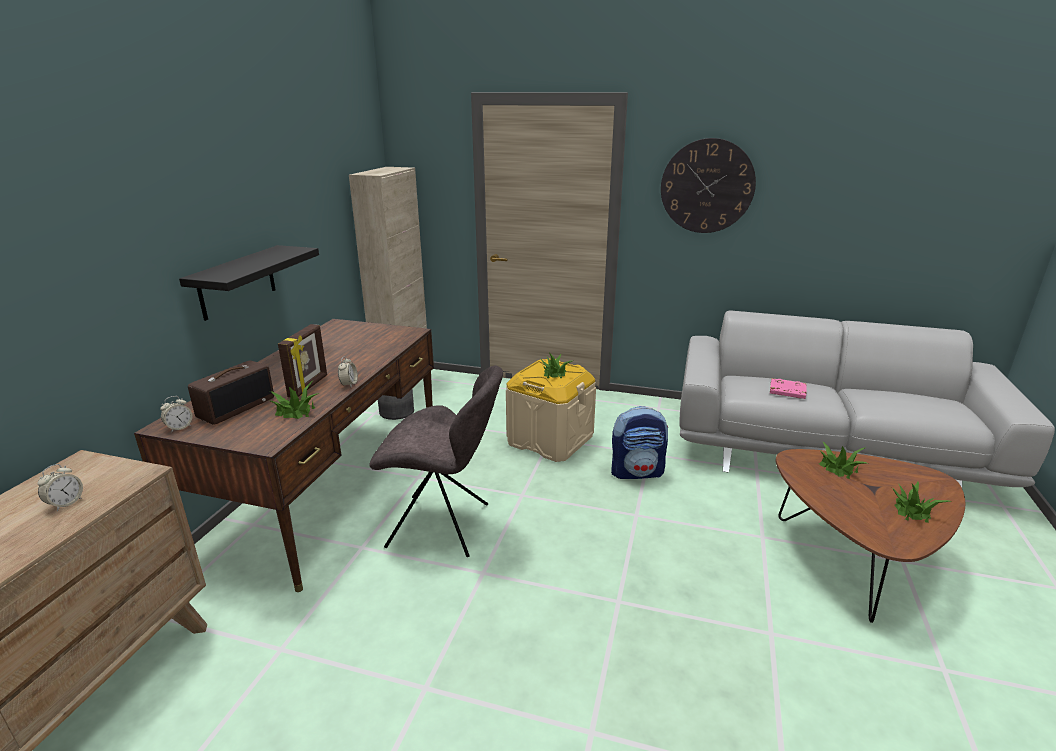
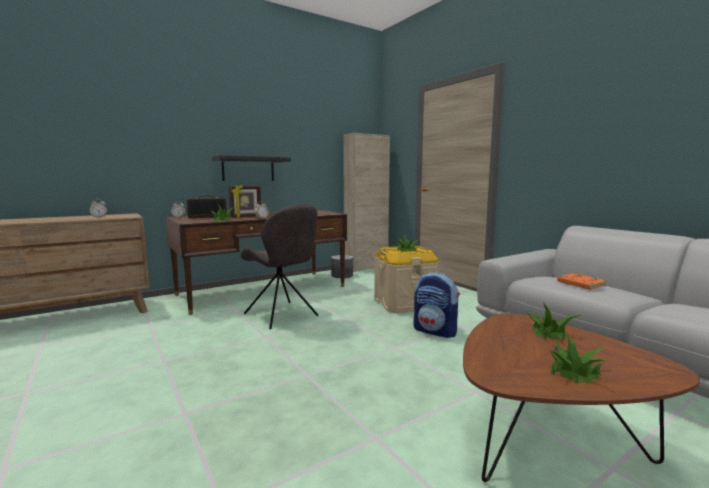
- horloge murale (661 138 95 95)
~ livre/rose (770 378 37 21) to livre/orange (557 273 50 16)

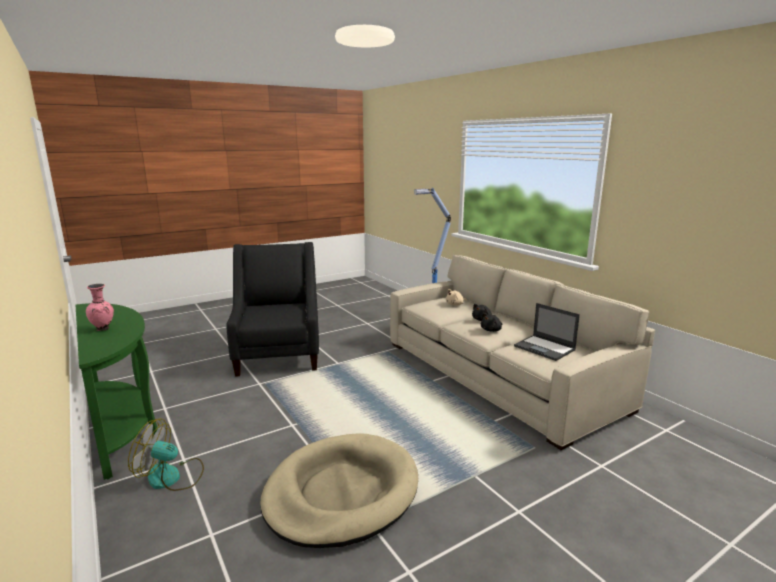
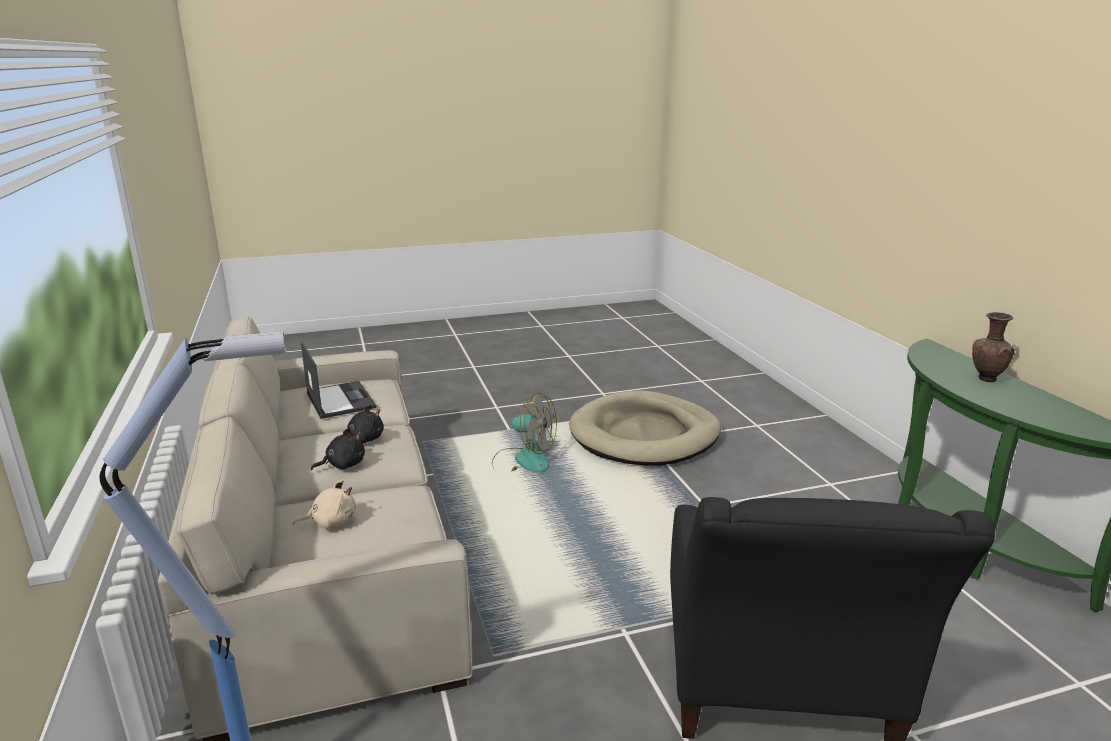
~ vase/rose (86 284 28 47) to vase/marron (972 312 42 70)
~ ventilateur (128 418 76 73) to (492 392 65 81)

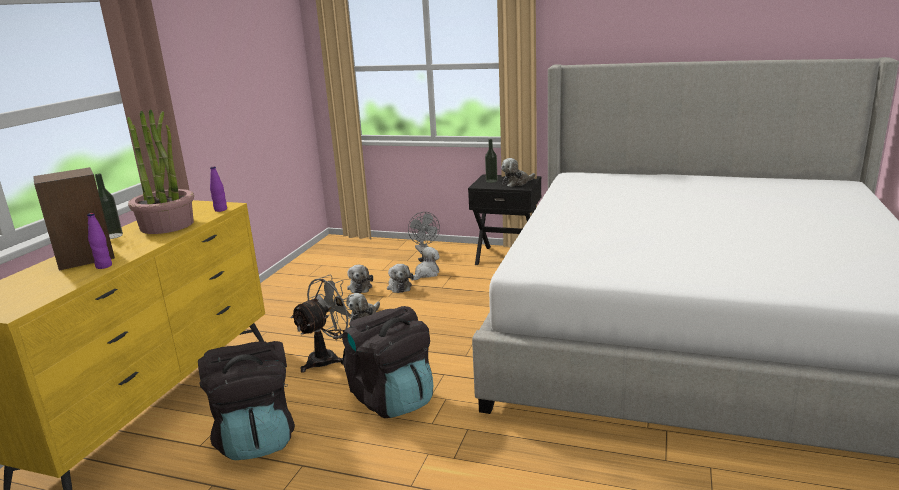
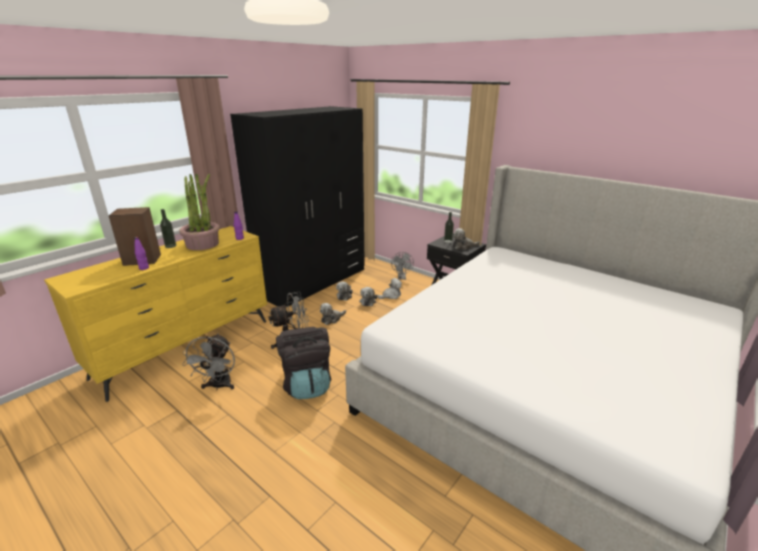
~ sac à dos/noir (198 341 97 119) to ventilateur/gris (182 334 53 57)
+ armoire/noir (230 106 135 202)

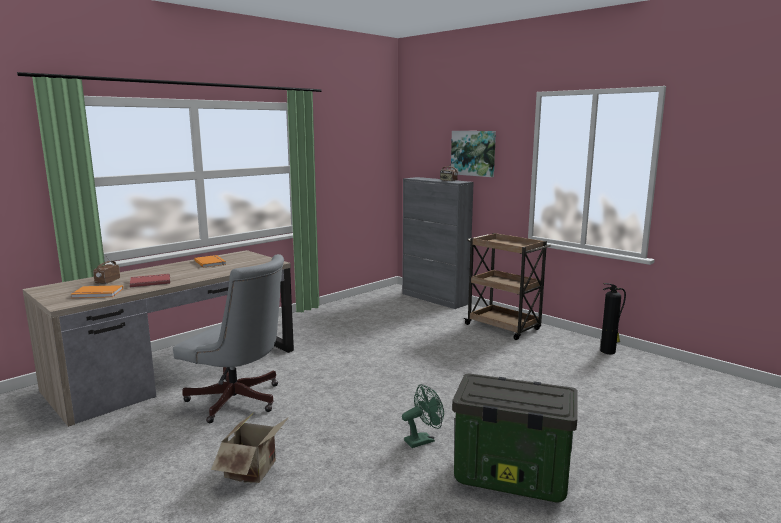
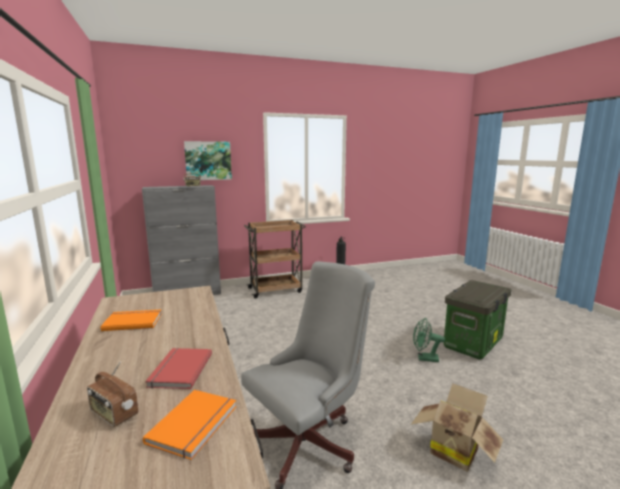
~ ventilateur/vert (402 384 42 64) = (413 318 32 44) 75 degrees counterclockwise

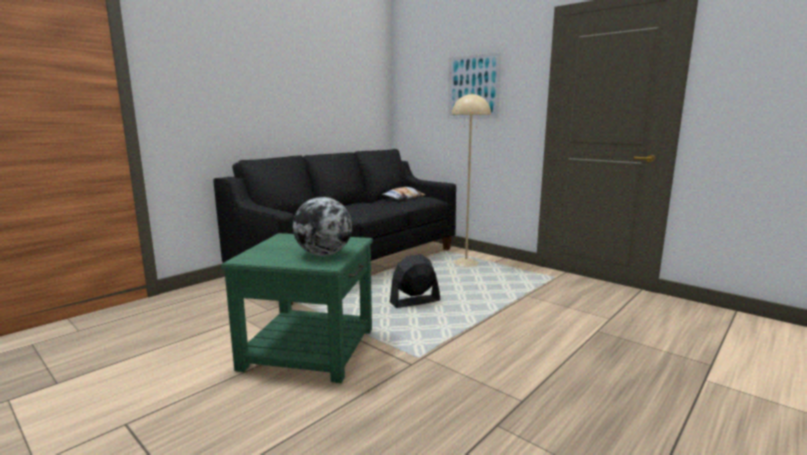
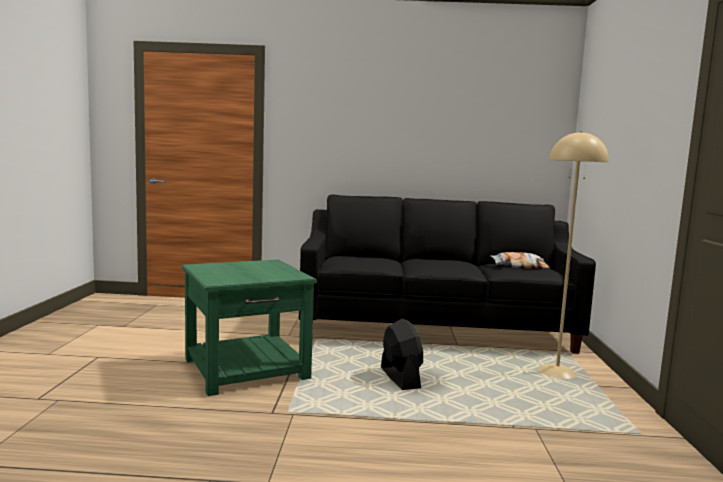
- tableau (447 52 54 67)
- globe (293 197 59 59)
~ ventilateur/noir (390 254 51 54) = (381 319 42 71) 45 degrees clockwise

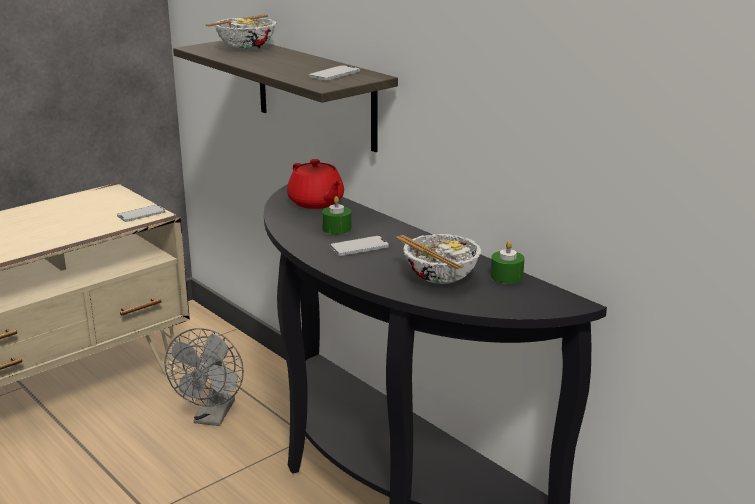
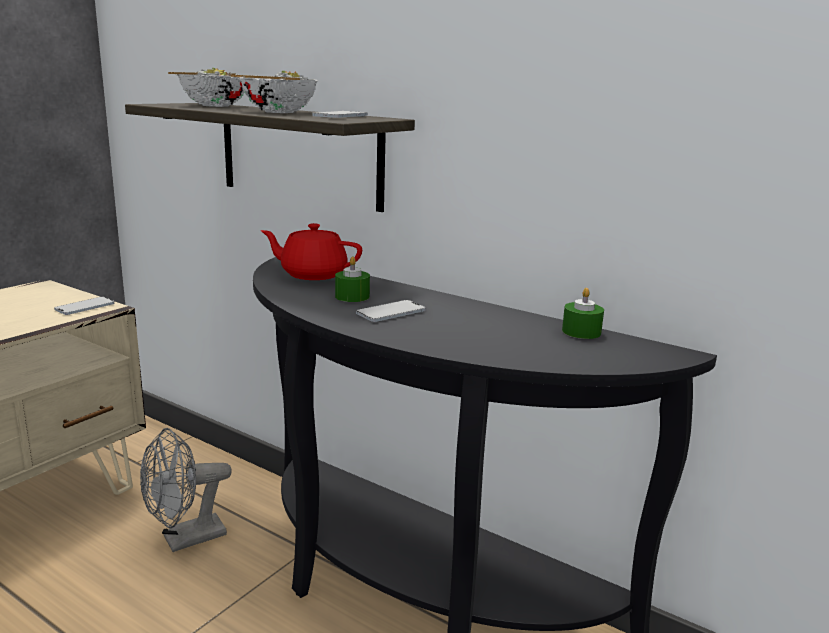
~ théière/rouge (287 159 57 50) = (261 223 101 57) 150 degrees clockwise
~ bol (395 234 86 50) to (230 71 88 42)
~ ventilateur/gris (164 328 80 98) = (140 428 92 124) 60 degrees clockwise

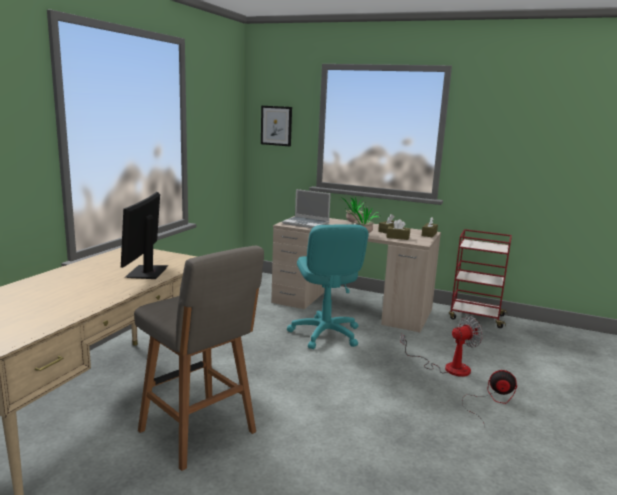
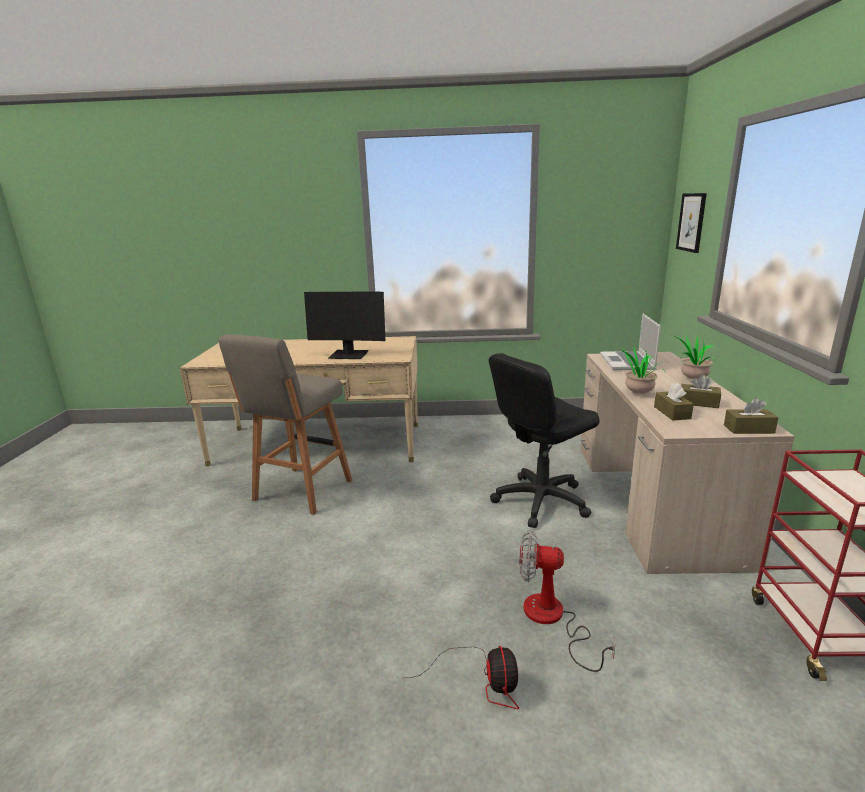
~ écran d'ordinateur (121 192 47 87) = (304 292 81 67) 150 degrees counterclockwise
~ chaise de bureau/turquoise (287 224 81 125) to chaise de bureau/noir (489 353 111 175)
~ ventilateur (401 316 82 61) = (520 530 95 142) 150 degrees clockwise

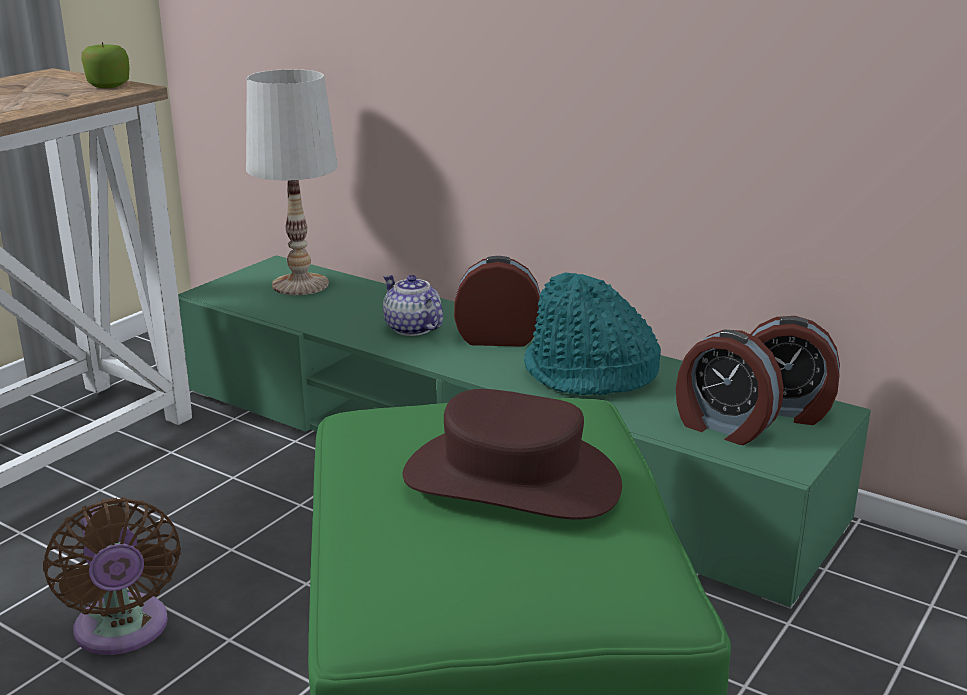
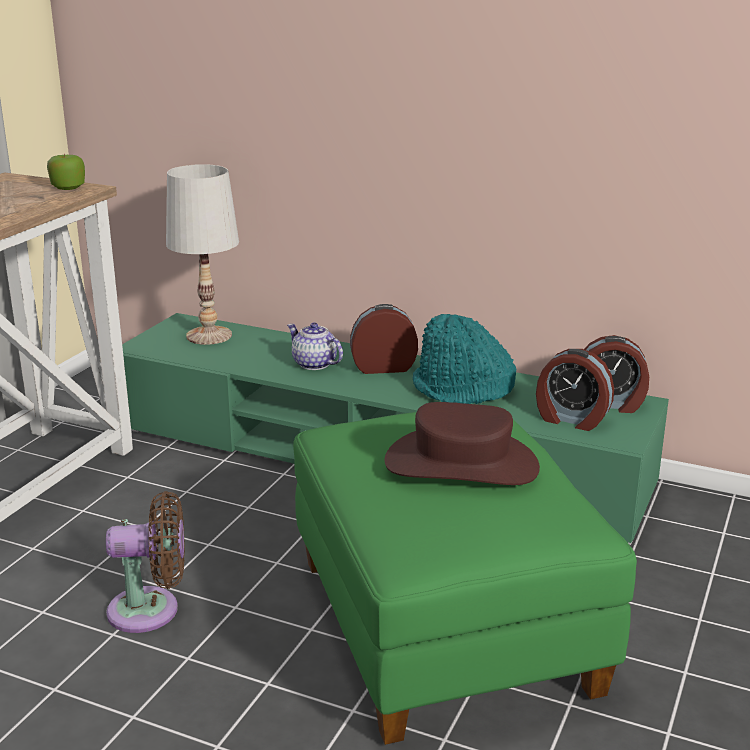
~ ventilateur/marron (43 497 138 158) = (106 491 79 142) 60 degrees counterclockwise

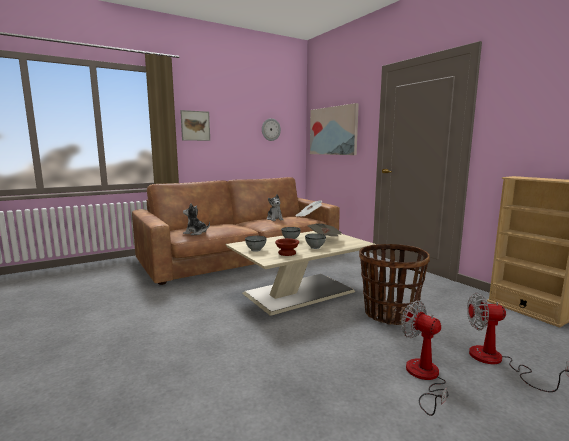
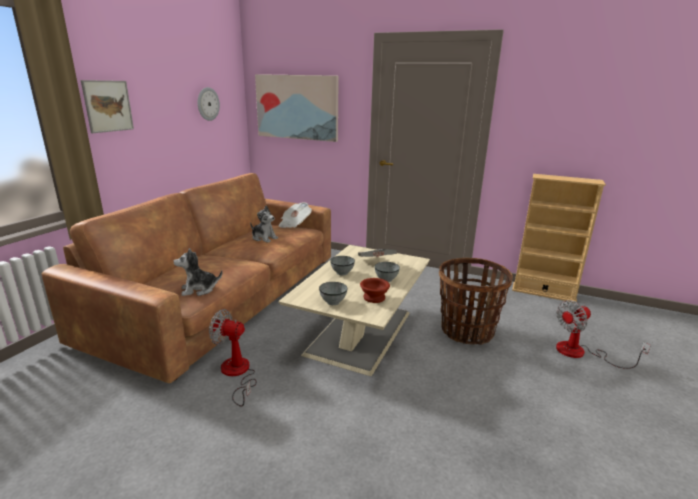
~ ventilateur (401 301 47 115) to (209 309 48 98)

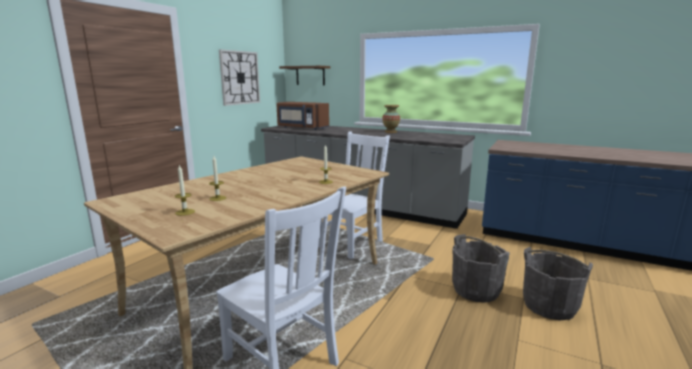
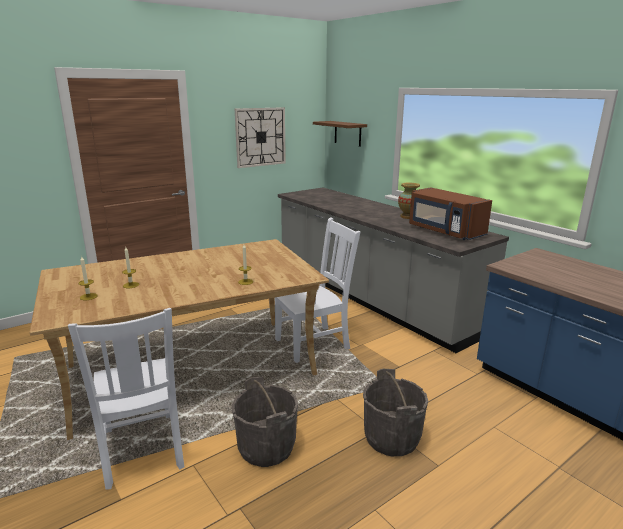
~ micro-ondes/marron (276 102 53 28) to (409 187 83 53)
~ seau/gris (523 247 70 73) to (232 376 66 91)

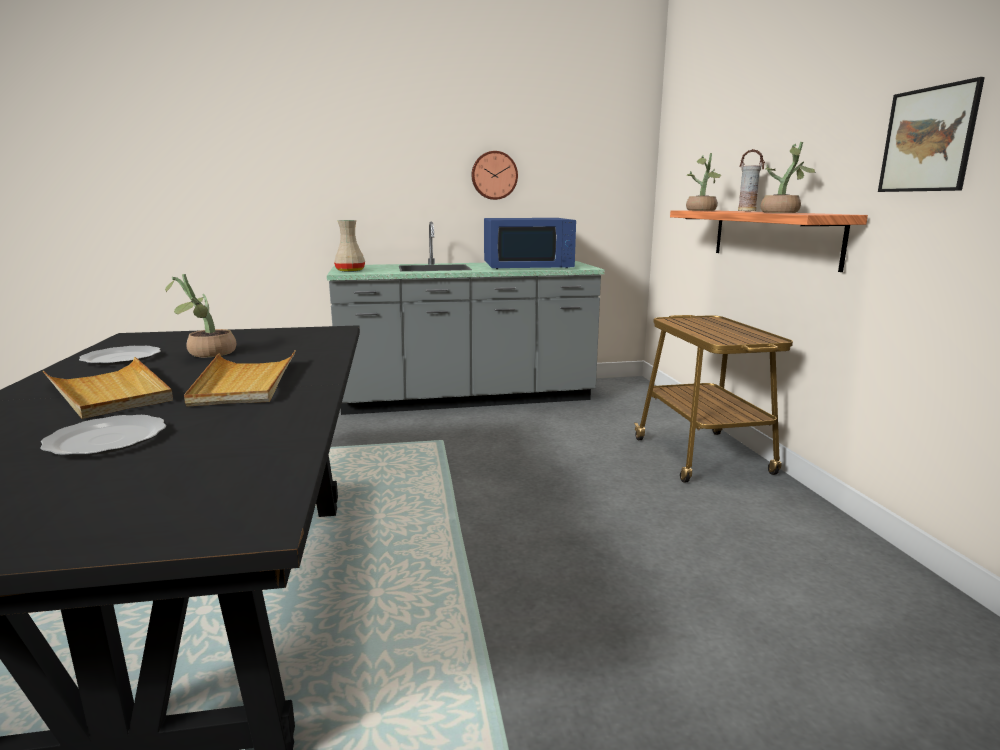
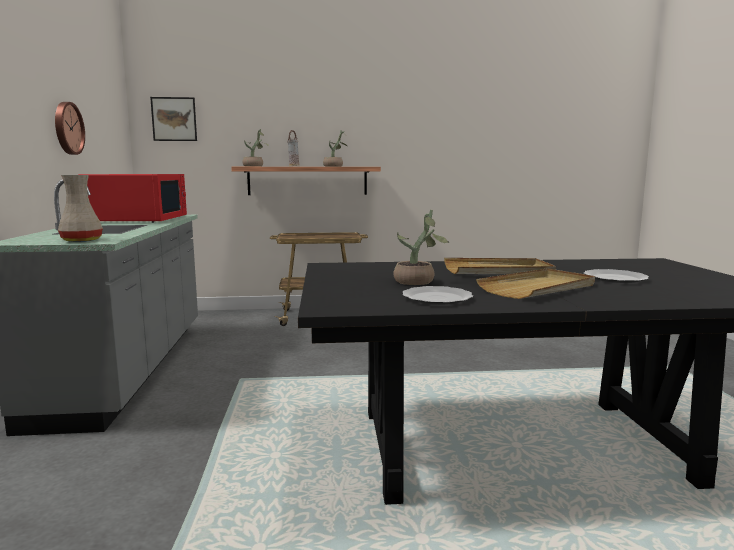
~ tableau (878 77 107 115) to (150 97 47 44)
~ micro-ondes/bleu (484 218 92 51) to micro-ondes/rouge (78 174 109 49)

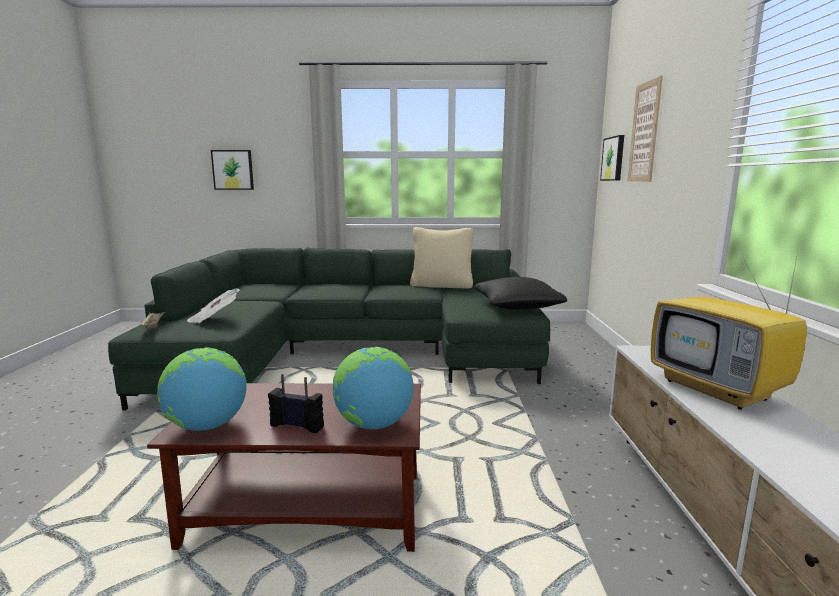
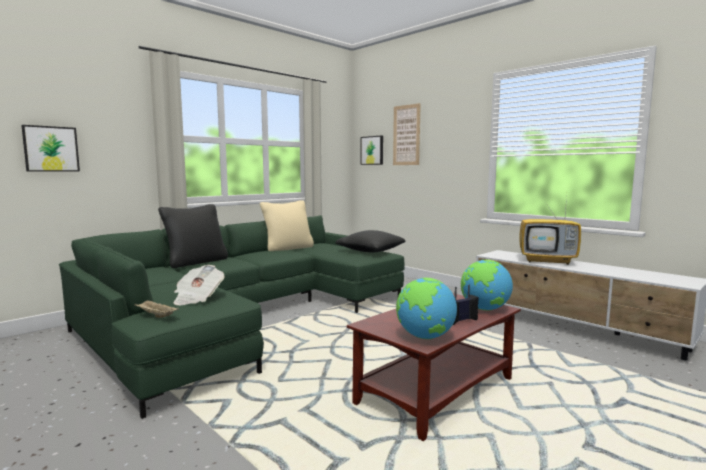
+ coussin/noir (158 204 70 64)

